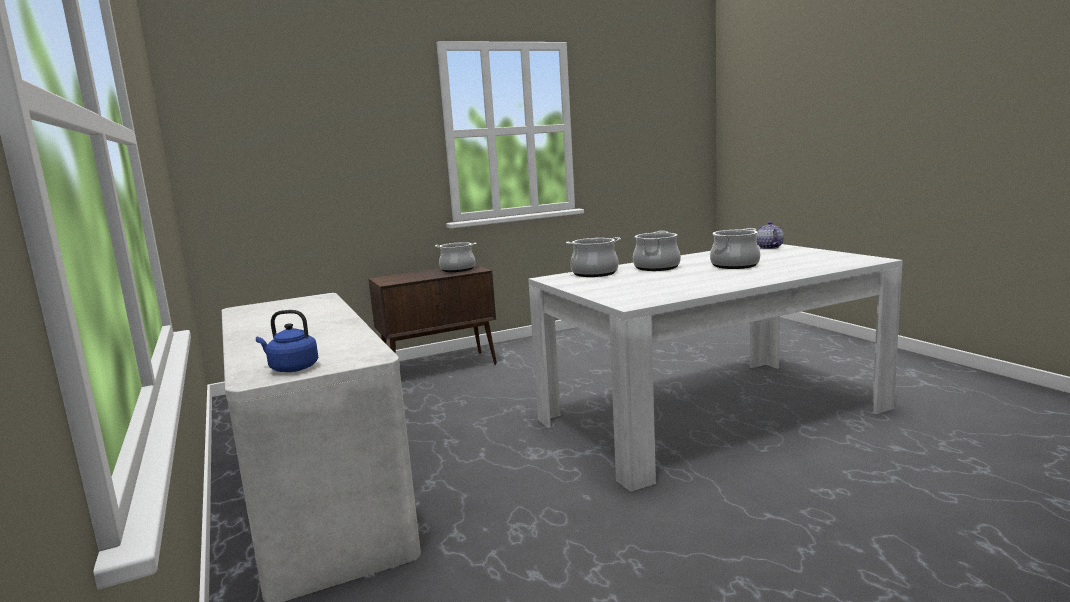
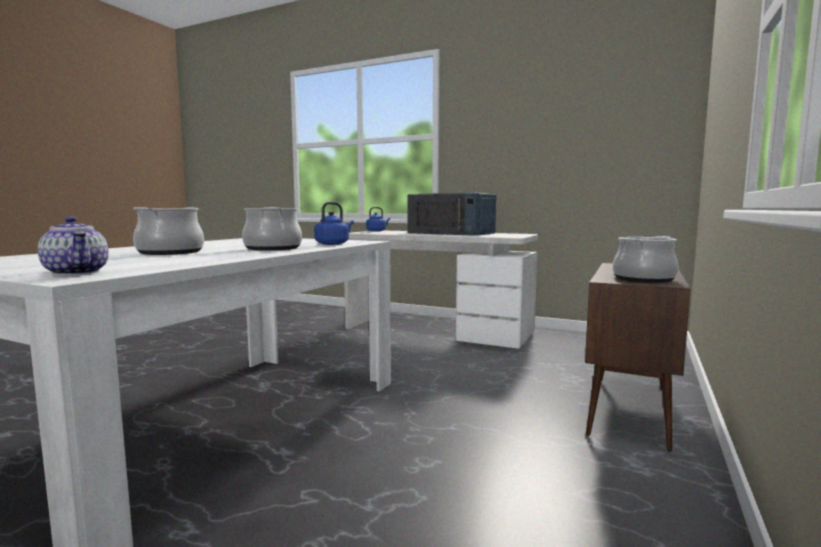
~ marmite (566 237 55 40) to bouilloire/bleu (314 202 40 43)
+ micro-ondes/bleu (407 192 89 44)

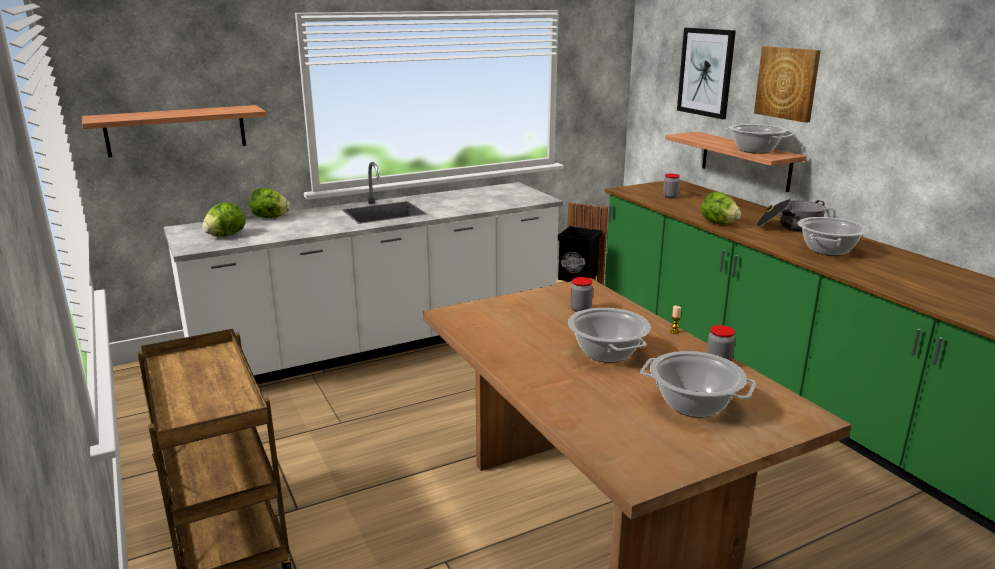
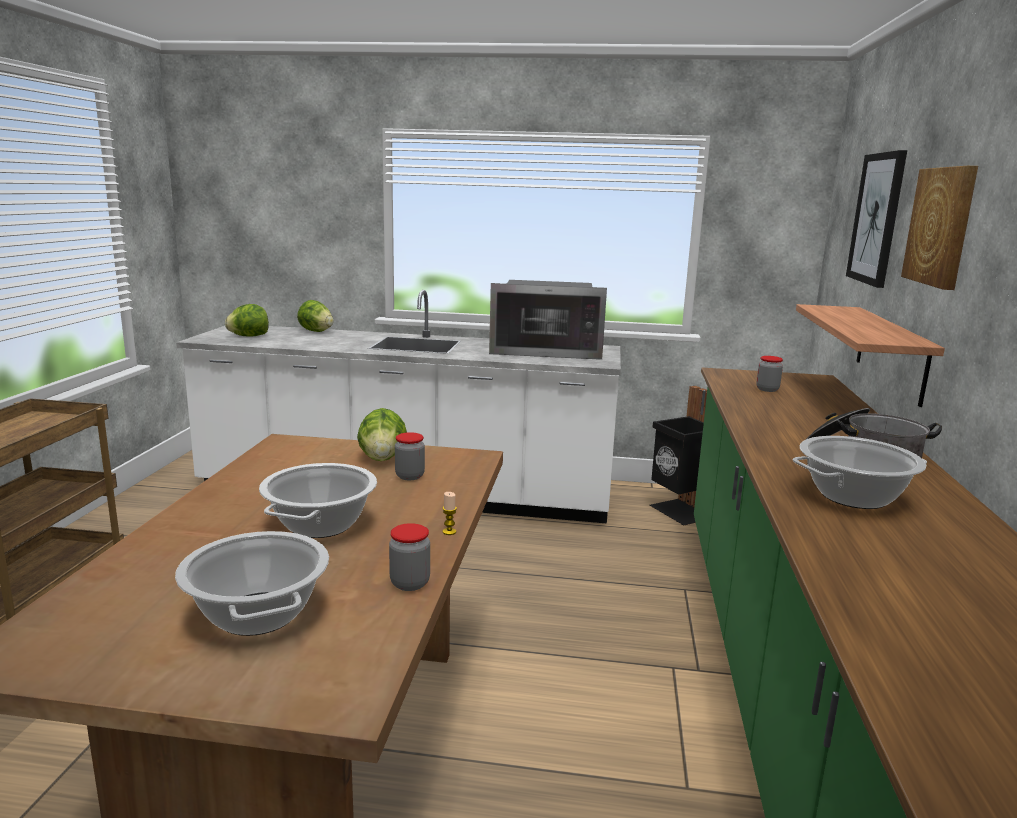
- étagère (82 105 184 52)
- marmite (725 124 67 30)
~ laitue (701 192 40 33) to (357 408 50 53)
+ micro-ondes (489 280 118 80)

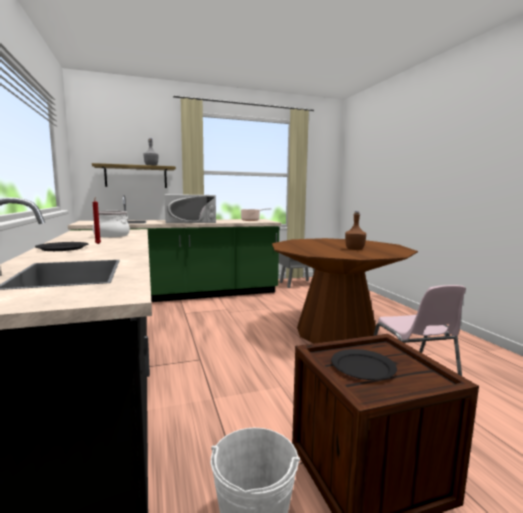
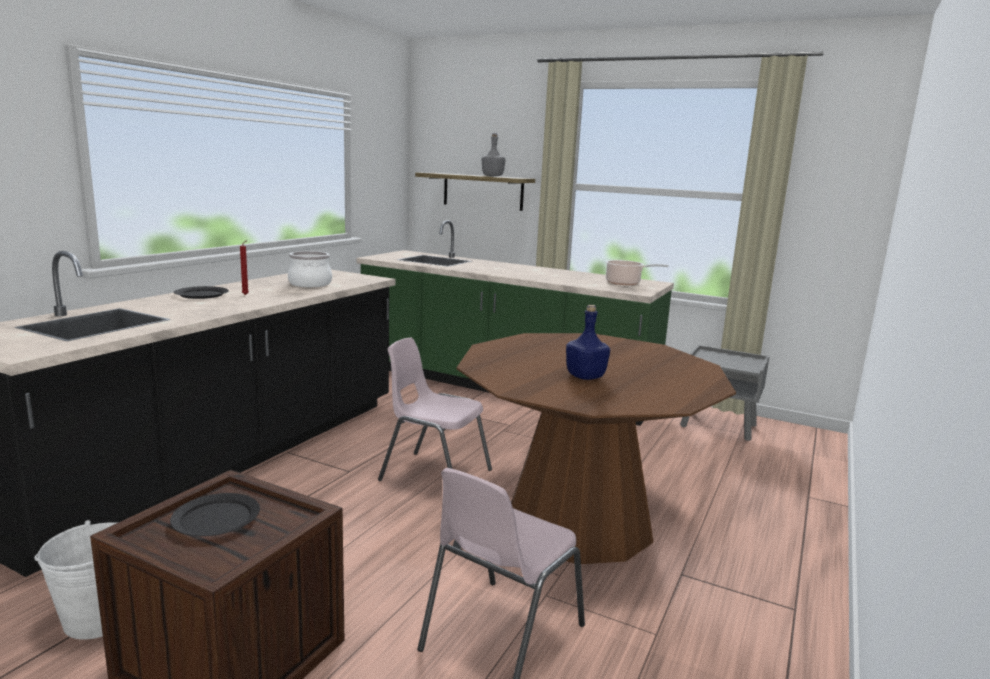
- micro-ondes/blanc (164 194 52 29)
~ bouteille/marron (345 211 21 39) to bouteille/bleu (566 305 44 75)
+ chaise/rose (378 338 114 143)

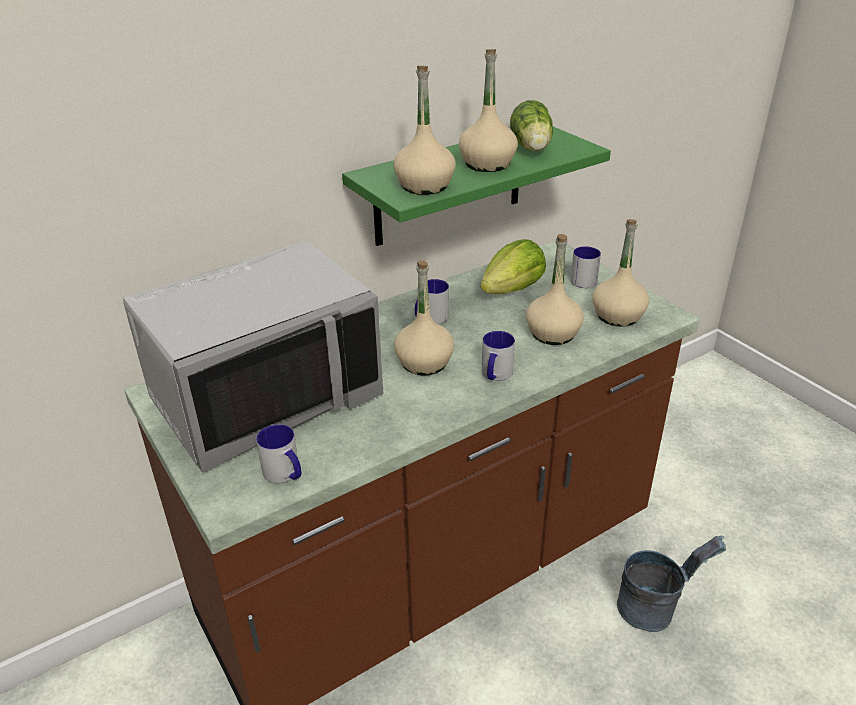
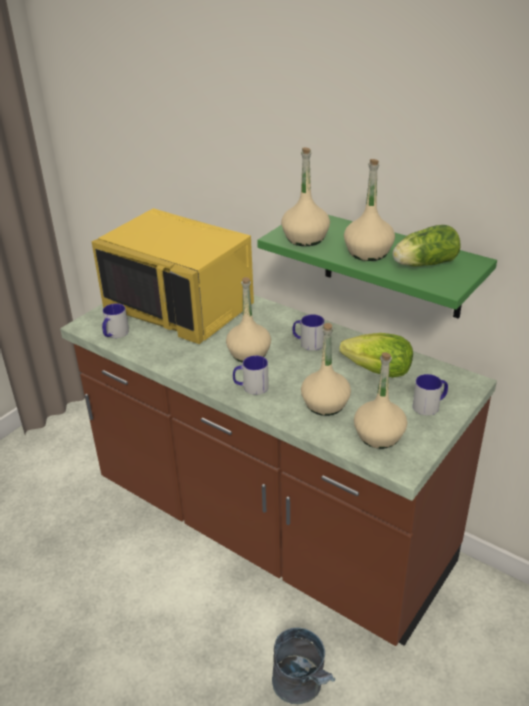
~ micro-ondes/gris (123 241 260 232) to micro-ondes/jaune (91 208 163 136)

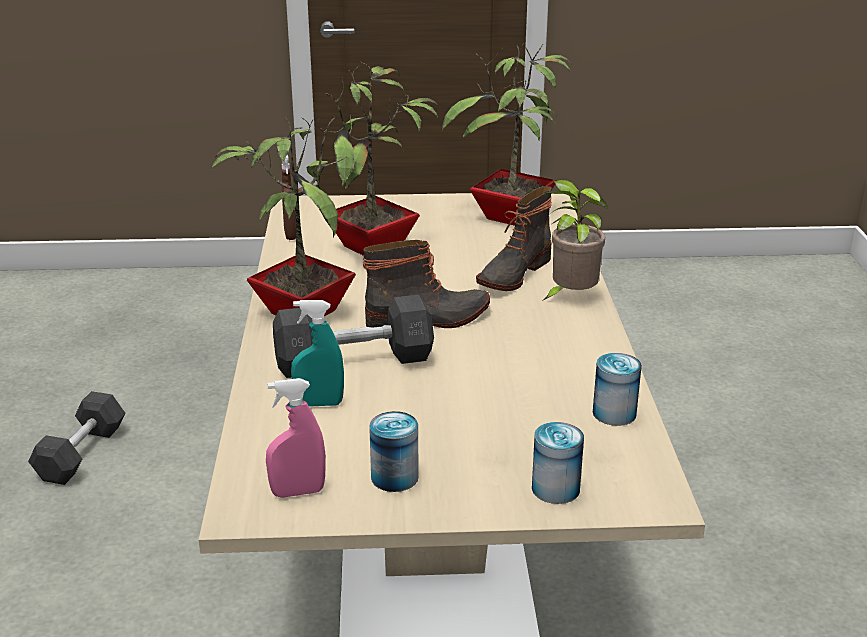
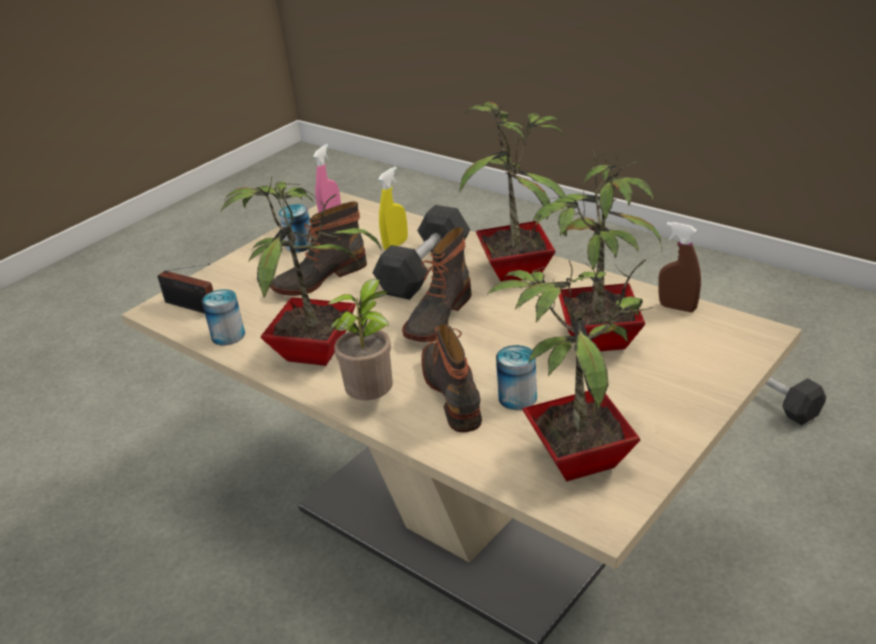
~ vaporisateur/turquoise (291 300 53 106) to vaporisateur/jaune (378 167 30 83)
~ boîte métallique (532 422 52 82) to (496 345 41 65)
+ plante en pot (221 176 161 190)
+ botte (270 201 97 95)
+ radio (158 263 55 51)

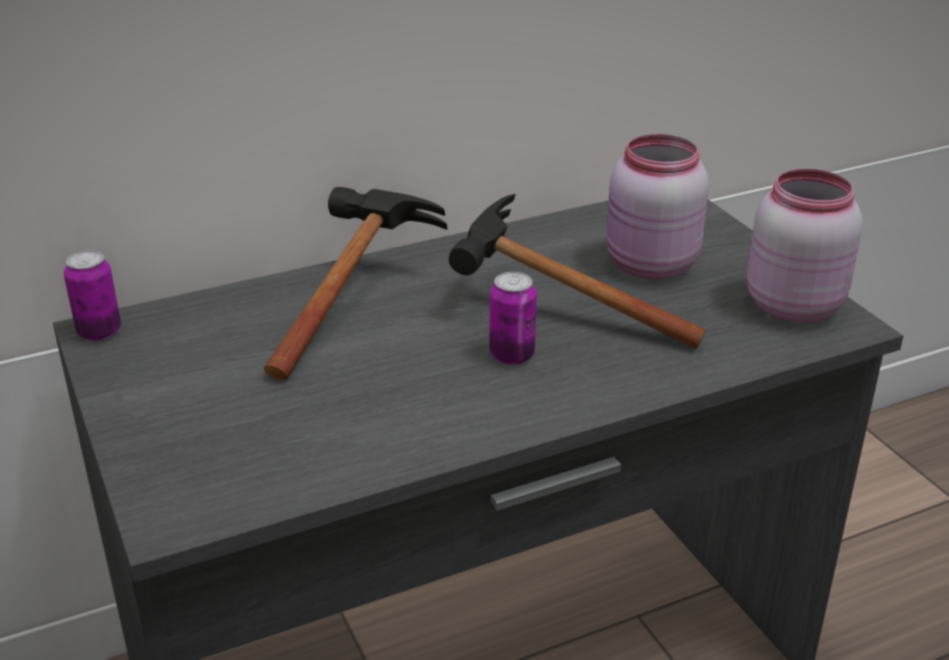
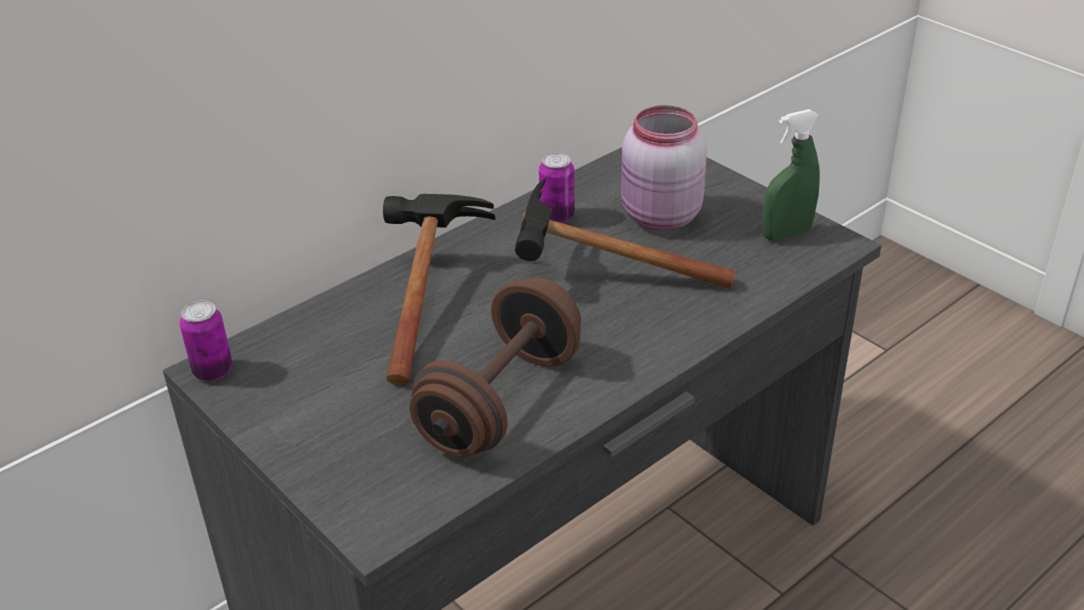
~ bocal/rose (747 169 116 154) to vaporisateur/vert (763 109 57 132)
~ boîte métallique (489 272 48 93) to (539 153 35 70)
+ haltère/marron (409 278 172 179)

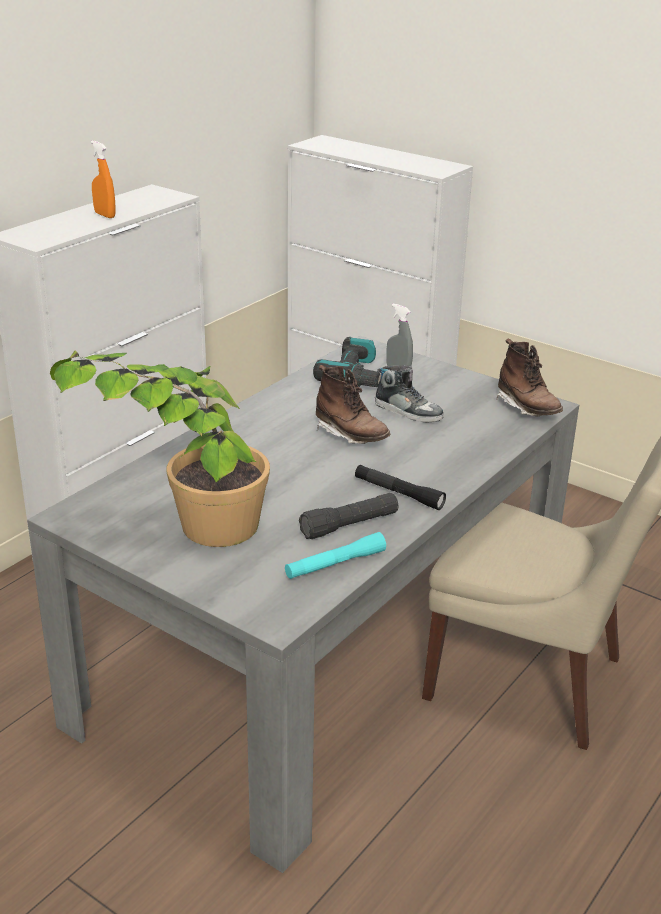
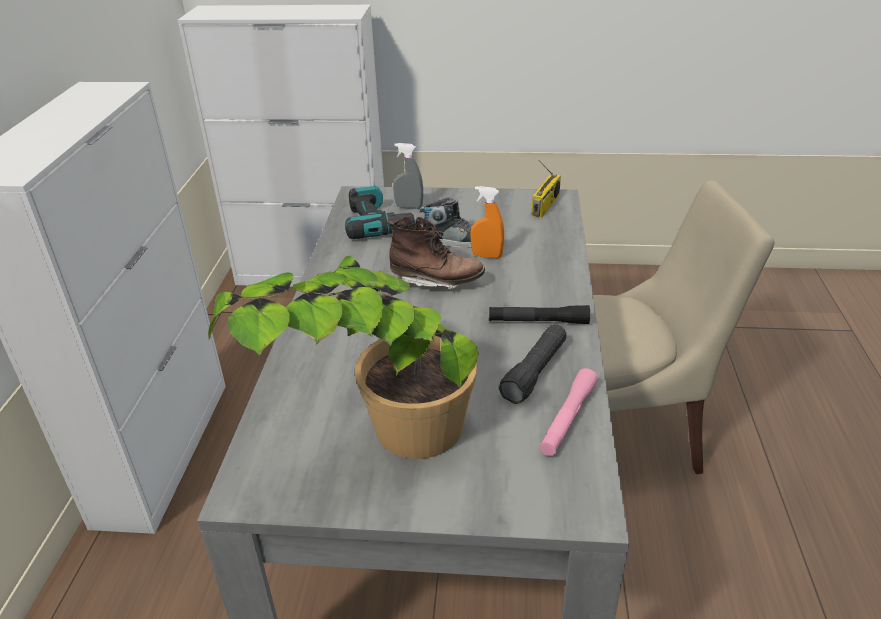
~ vaporisateur/orange (91 140 25 78) to (470 186 34 72)
~ botte/marron (496 339 67 78) to radio (532 160 29 58)
~ lampe de poche/turquoise (285 532 101 47) to lampe de poche/rose (539 368 59 88)

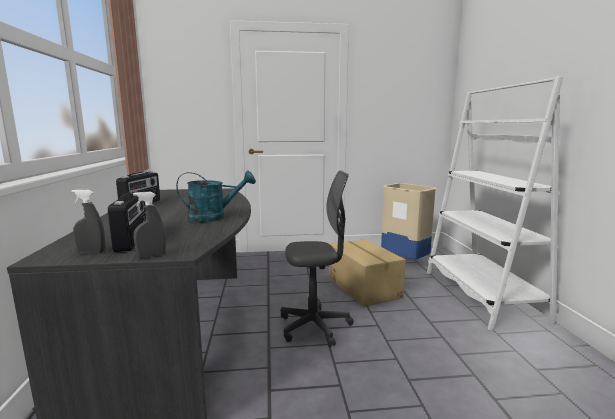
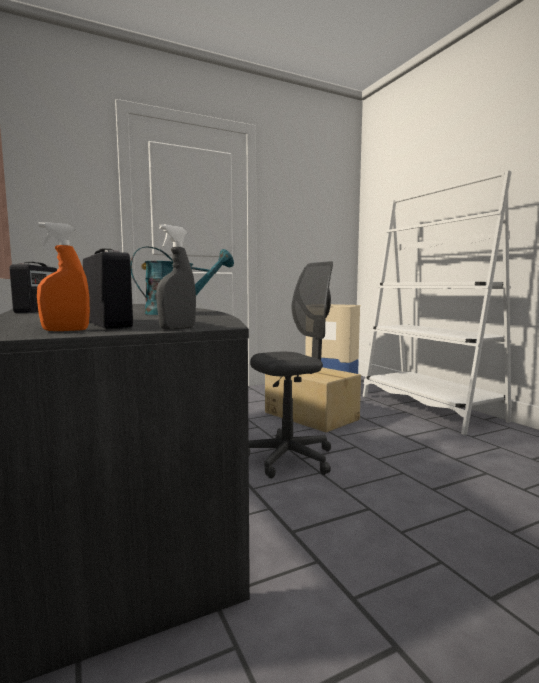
~ vaporisateur/gris (71 190 34 63) to vaporisateur/orange (37 222 53 109)

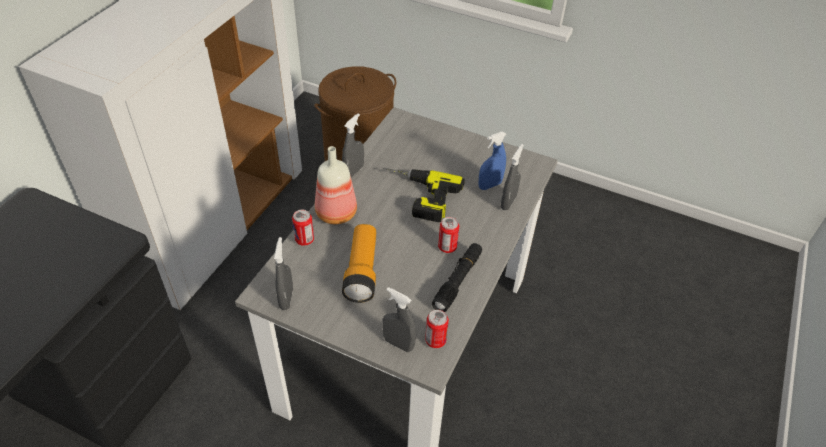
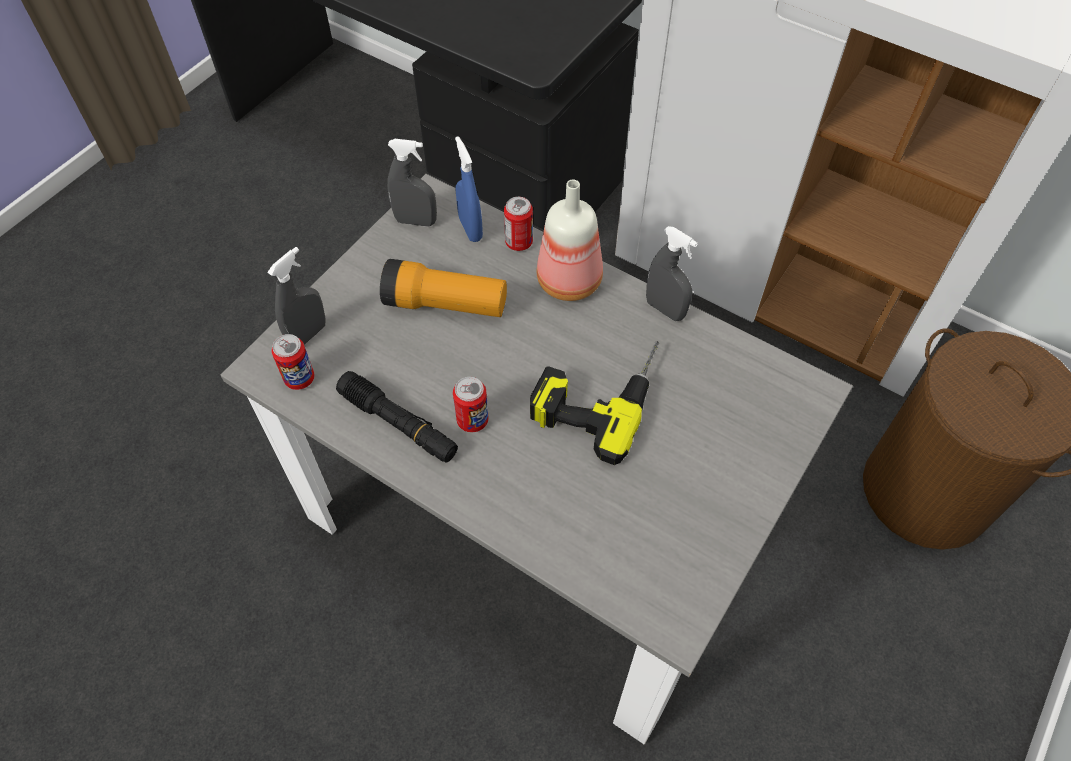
~ vaporisateur/bleu (479 132 28 58) to (455 136 28 106)
- vaporisateur/gris (501 144 23 66)

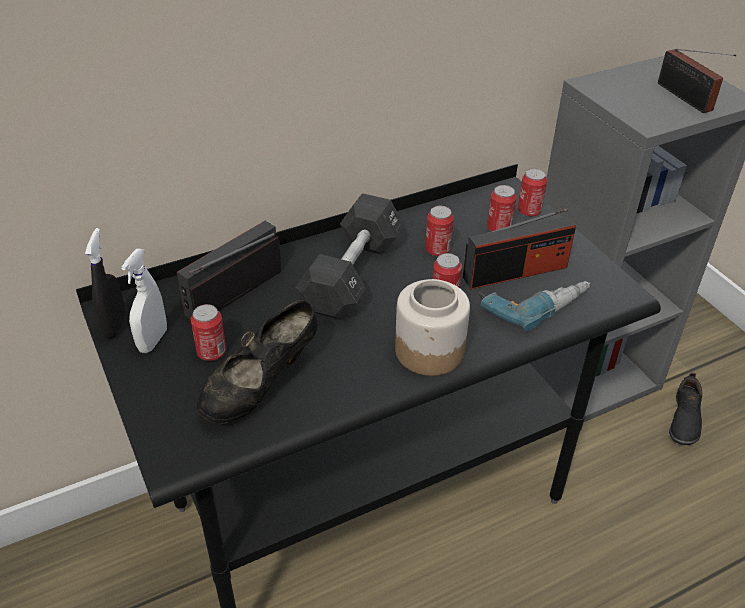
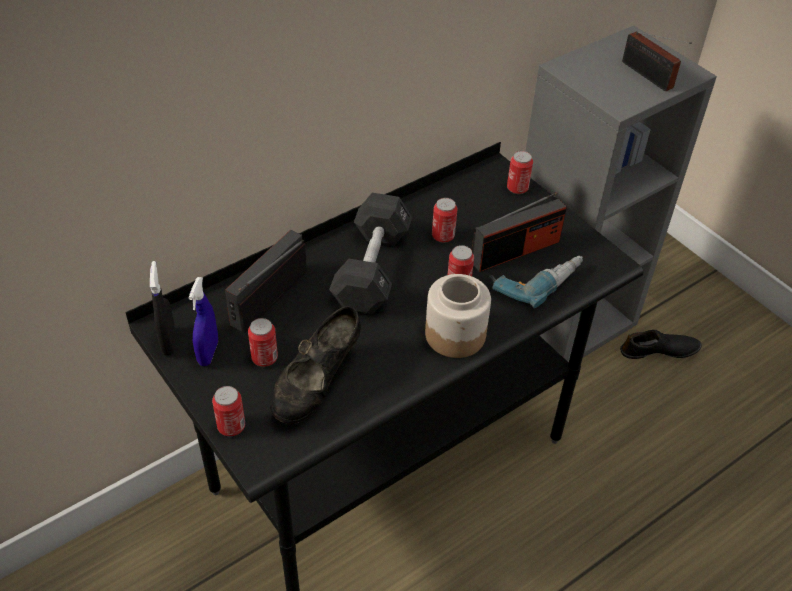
~ boîte métallique (487 185 30 47) to (212 386 33 50)
~ vaporisateur/blanc (121 249 46 104) to vaporisateur/bleu (189 277 29 89)
~ chaussure/noir (669 372 33 73) = (620 330 82 29) 105 degrees counterclockwise

